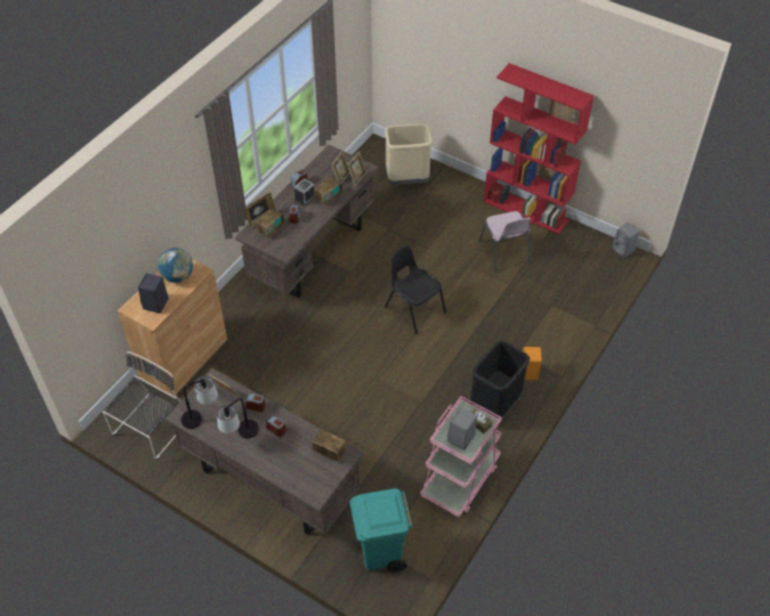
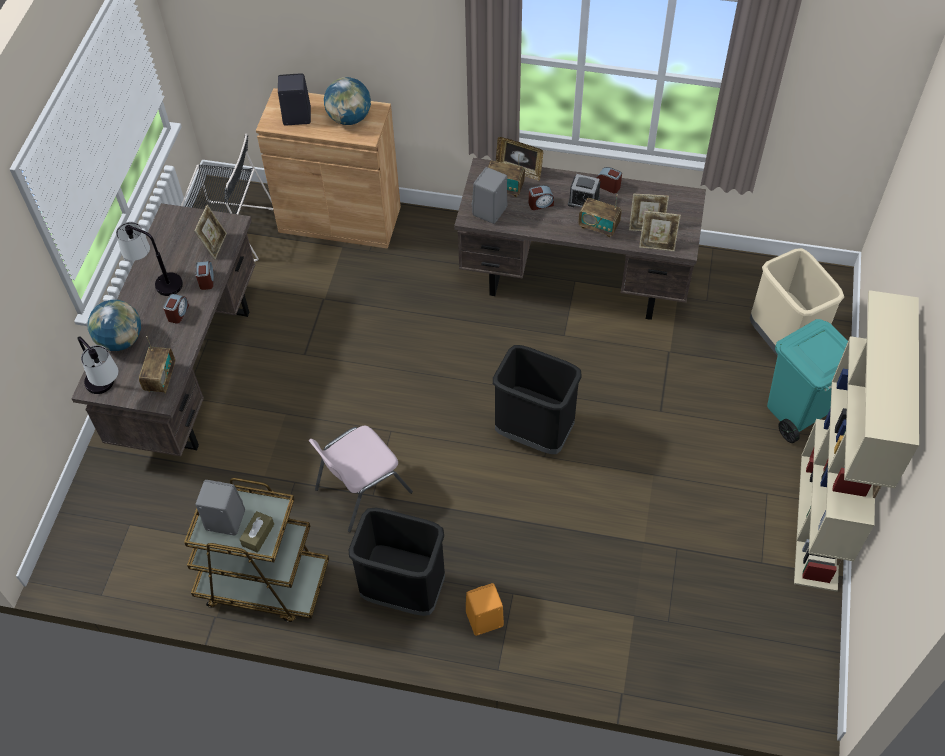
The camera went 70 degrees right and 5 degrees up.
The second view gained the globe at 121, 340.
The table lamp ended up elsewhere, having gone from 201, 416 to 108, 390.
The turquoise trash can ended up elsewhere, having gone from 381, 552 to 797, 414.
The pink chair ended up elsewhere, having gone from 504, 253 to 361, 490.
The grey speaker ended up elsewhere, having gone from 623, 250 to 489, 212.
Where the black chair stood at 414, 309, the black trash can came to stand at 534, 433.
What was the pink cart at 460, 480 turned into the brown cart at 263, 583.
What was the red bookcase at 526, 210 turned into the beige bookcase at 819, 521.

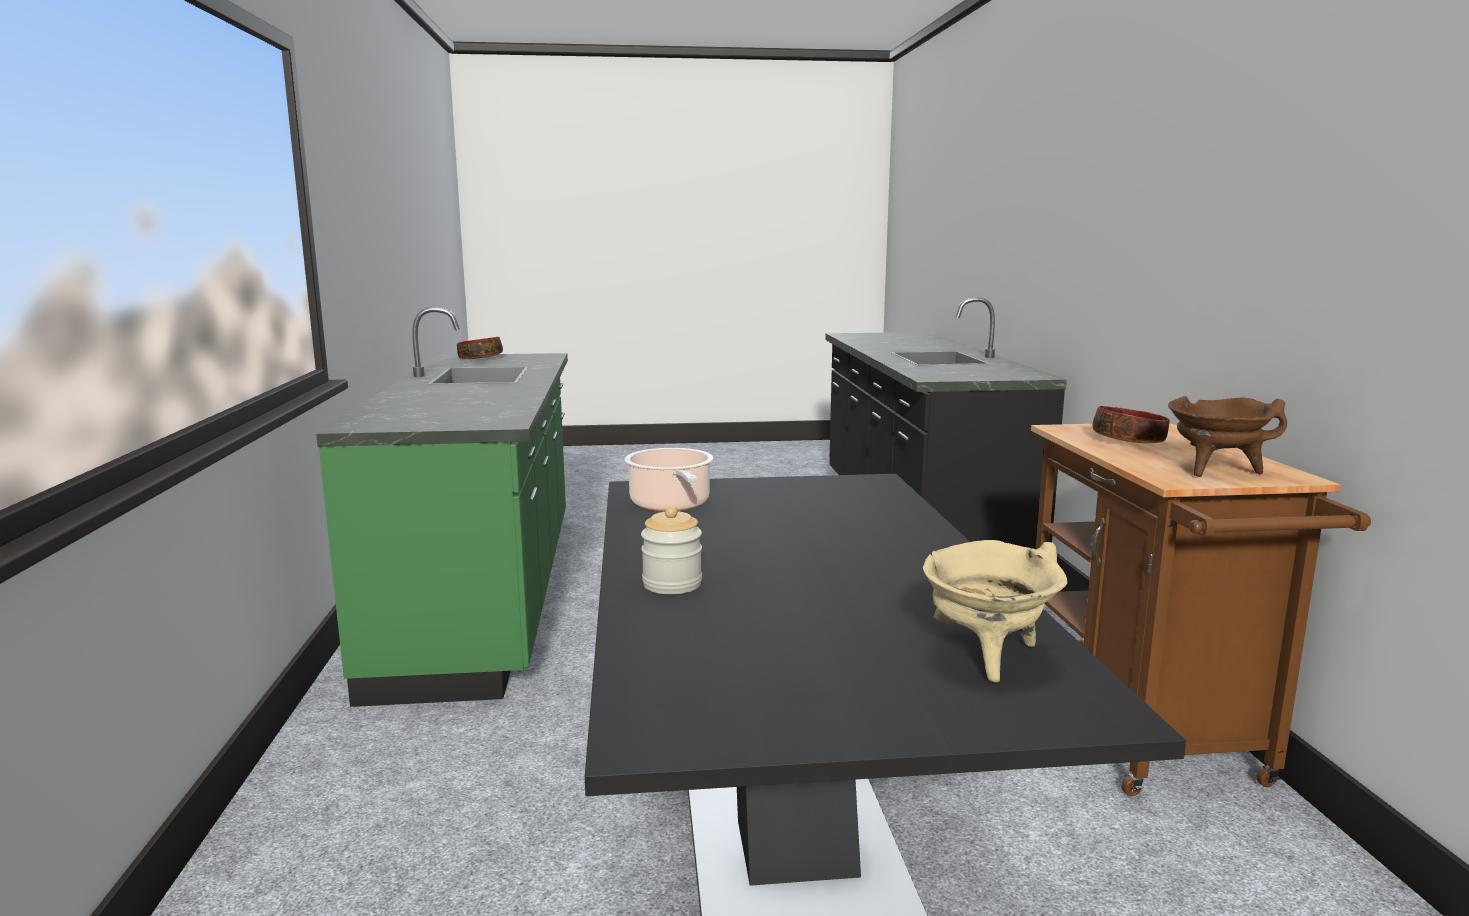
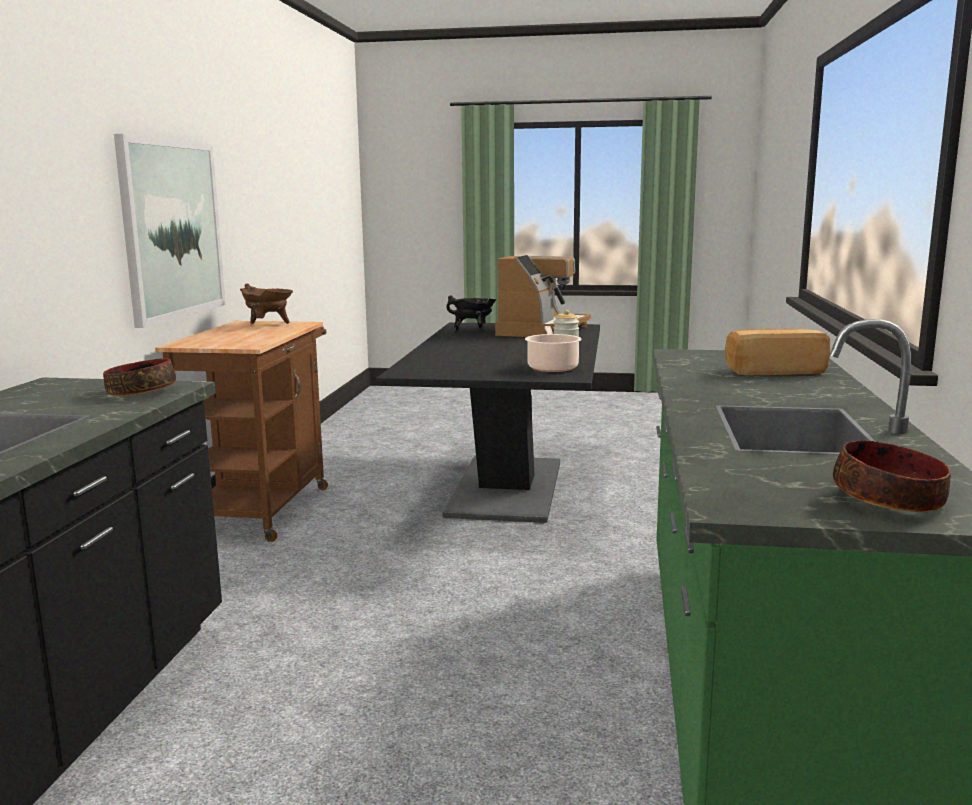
The camera went 165 degrees left and 0 degrees up.
The second view gained the picture at 172, 229.
The second view gained the coffee machine at 541, 330.
The second view gained the bread at 774, 371.
The bowl ended up elsewhere, having gone from 1129, 440 to 141, 392.
What was the beige cooking pot at 987, 657 turned into the black cooking pot at 473, 330.

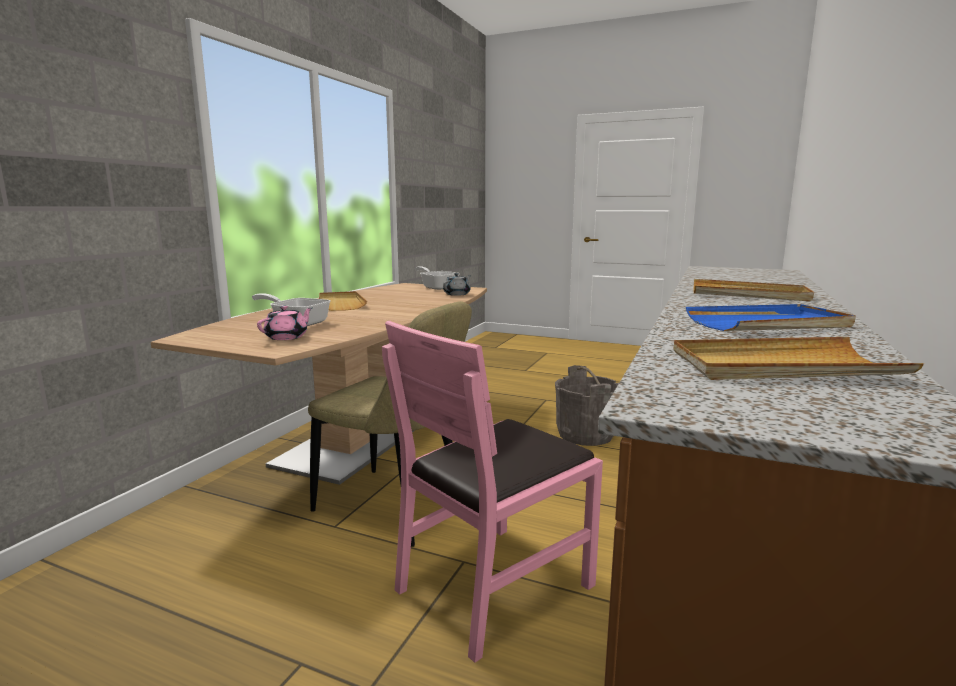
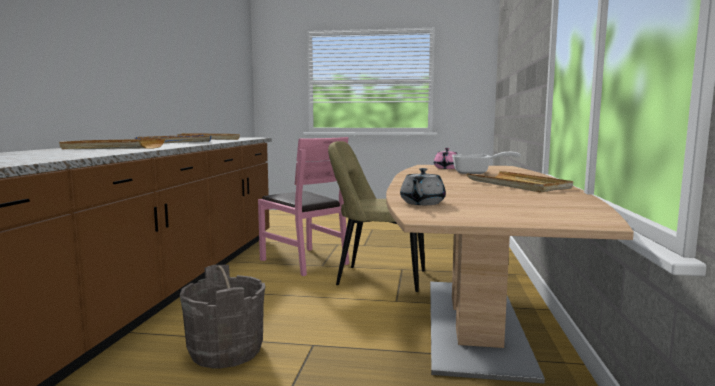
The camera went 165 degrees right and 5 degrees down.
The second view lost the frying pan at 437, 287.
The pink chair at 493, 585 ended up facing another way, 105 degrees clockwise from before.

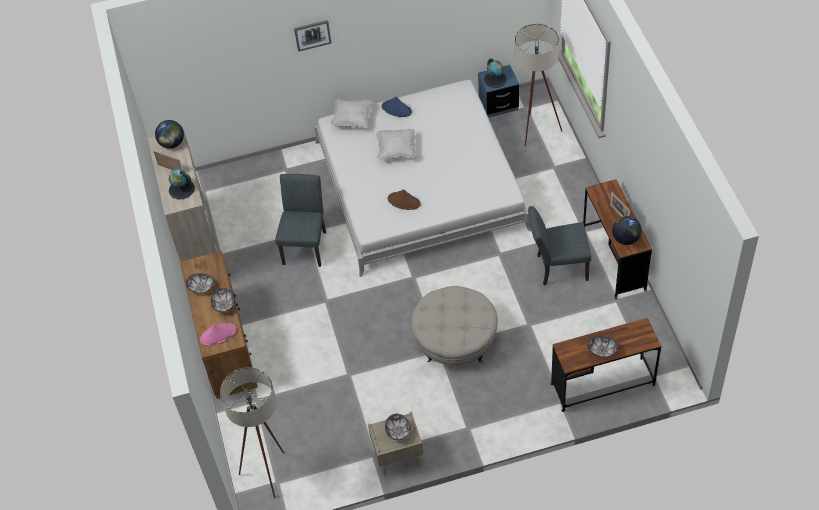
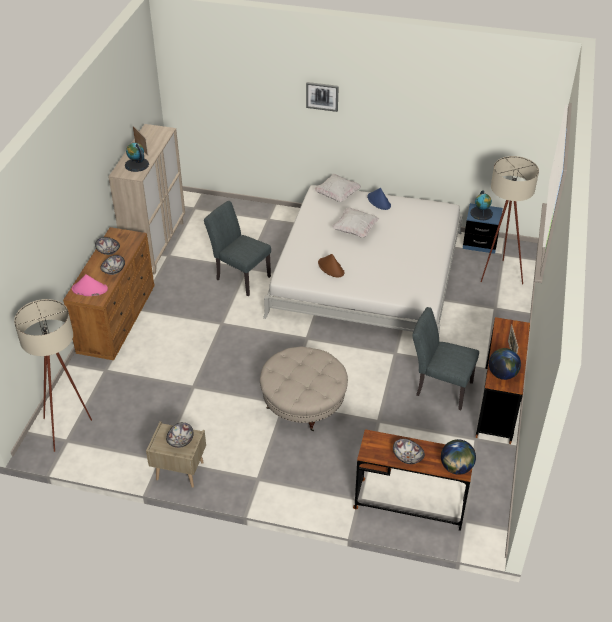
The camera went 25 degrees right and 10 degrees down.
The globe ended up elsewhere, having gone from 172, 143 to 456, 467.
The grey chair at 306, 244 ended up facing another way, 90 degrees counterclockwise from before.

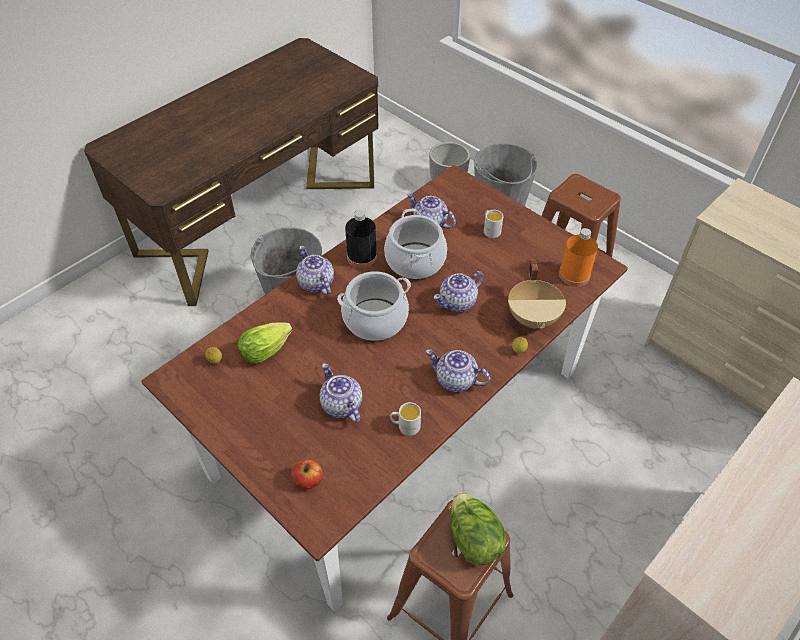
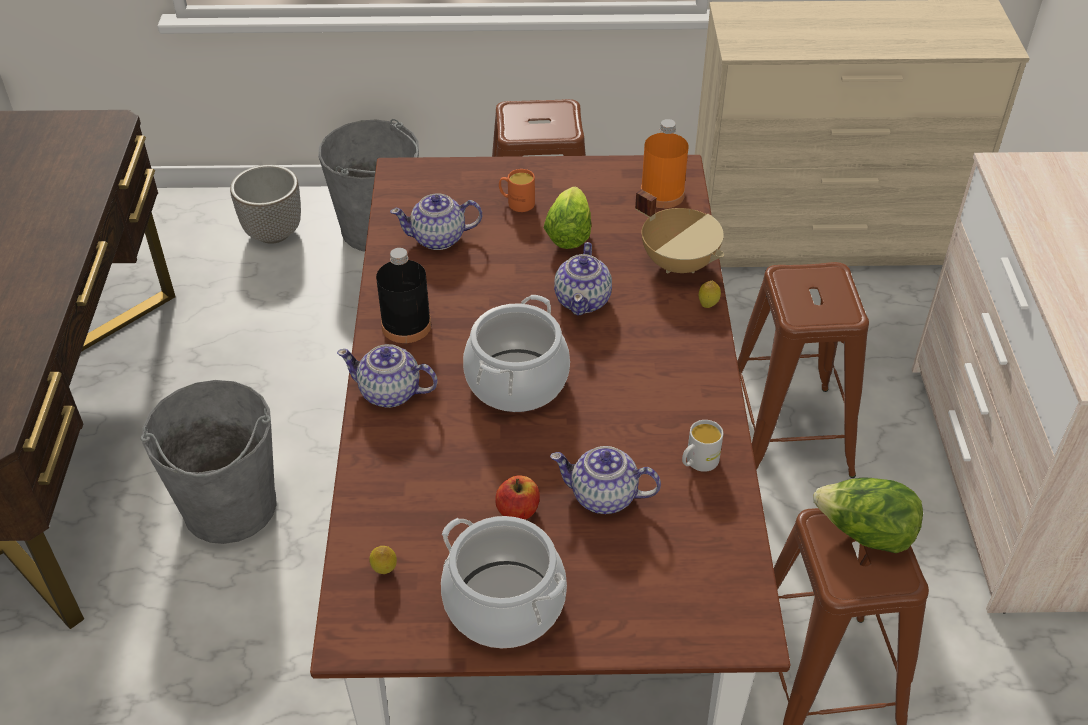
The camera went 45 degrees left and 5 degrees down.
The second view lost the teapot at 456, 380.
The second view gained the brown stool at 787, 433.
The lettuce ended up elsewhere, having gone from 268, 349 to 569, 232.
The apple ended up elsewhere, having gone from 308, 480 to 518, 510.
The cooking pot ended up elsewhere, having gone from 415, 261 to 504, 604.
What was the white mug at 490, 230 turned into the orange mug at 516, 203.

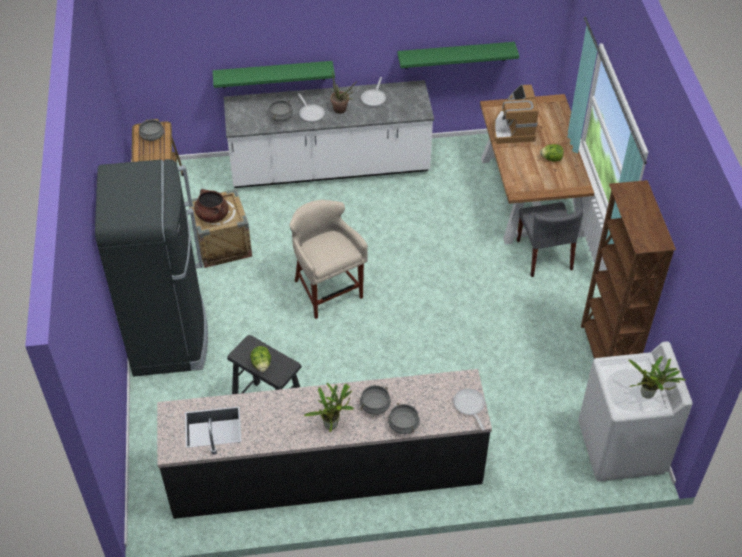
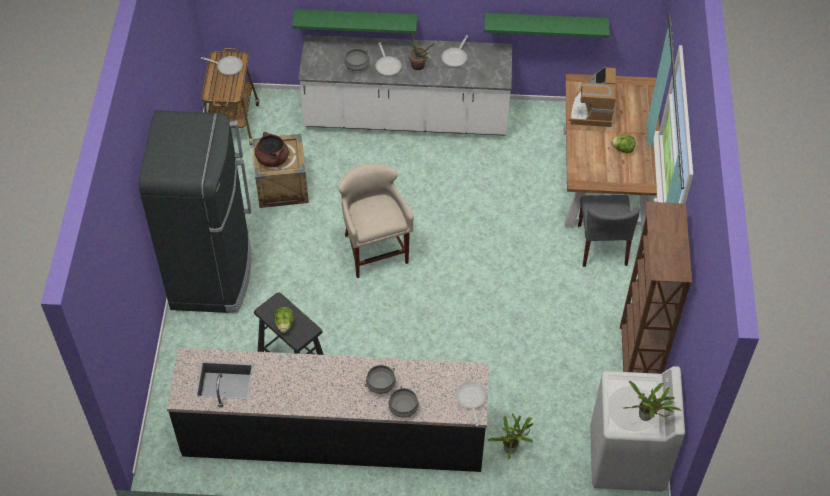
The camera went 10 degrees right and 5 degrees up.
The potted plant ended up elsewhere, having gone from 332, 424 to 511, 448.
Where the grey cooking pot stood at 152, 136, the frying pan came to stand at 227, 66.

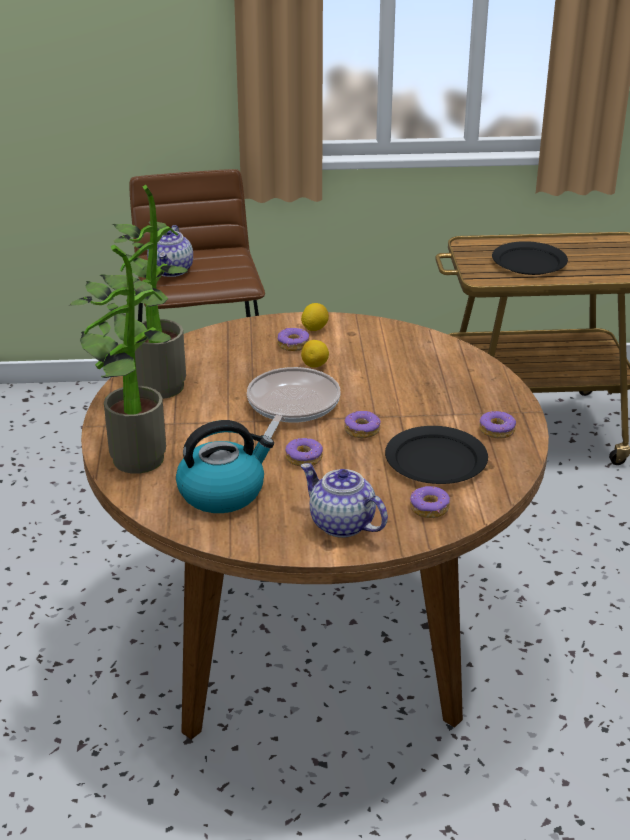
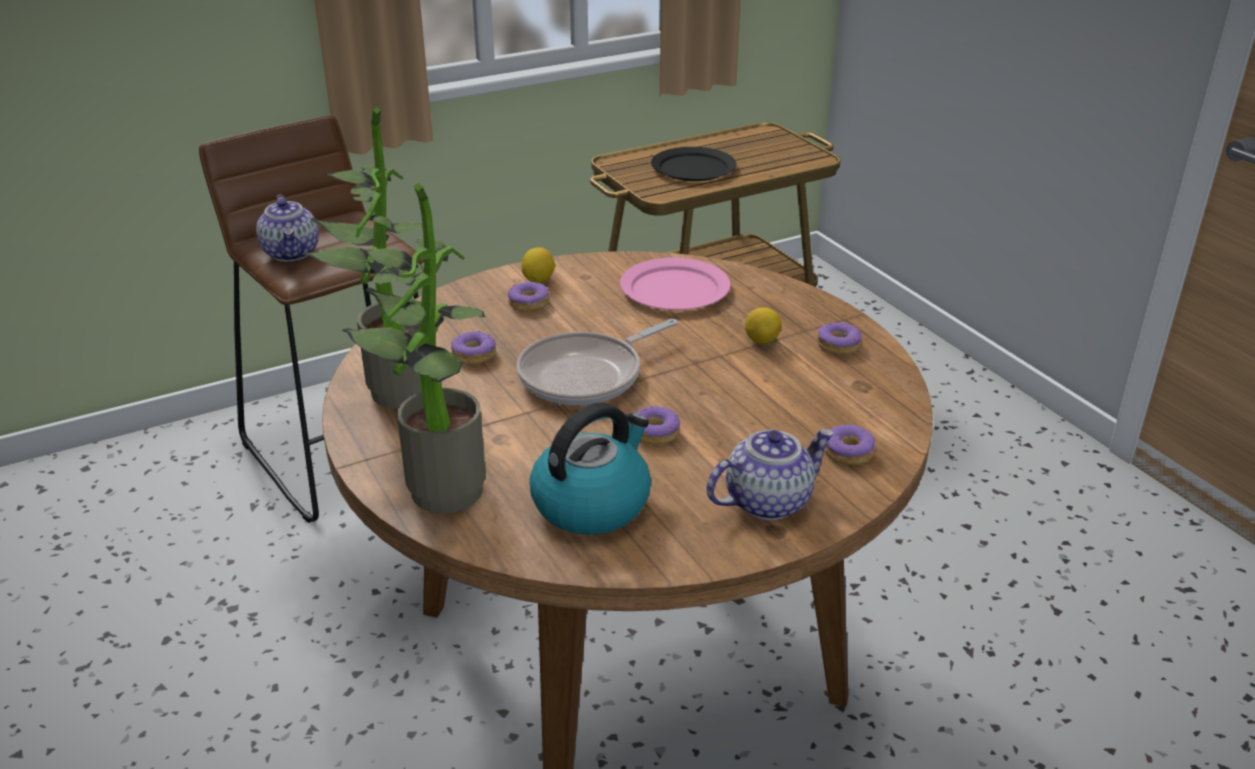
The camera went 25 degrees left and 0 degrees up.
The second view lost the black plate at 435, 459.
The second view gained the pink plate at 674, 289.
The lemon ended up elsewhere, having gone from 315, 365 to 761, 341.
The donut ended up elsewhere, having gone from 362, 430 to 474, 355.
The frying pan at 291, 406 ended up facing another way, 120 degrees counterclockwise from before.
The teapot at 341, 524 ended up facing another way, 135 degrees clockwise from before.

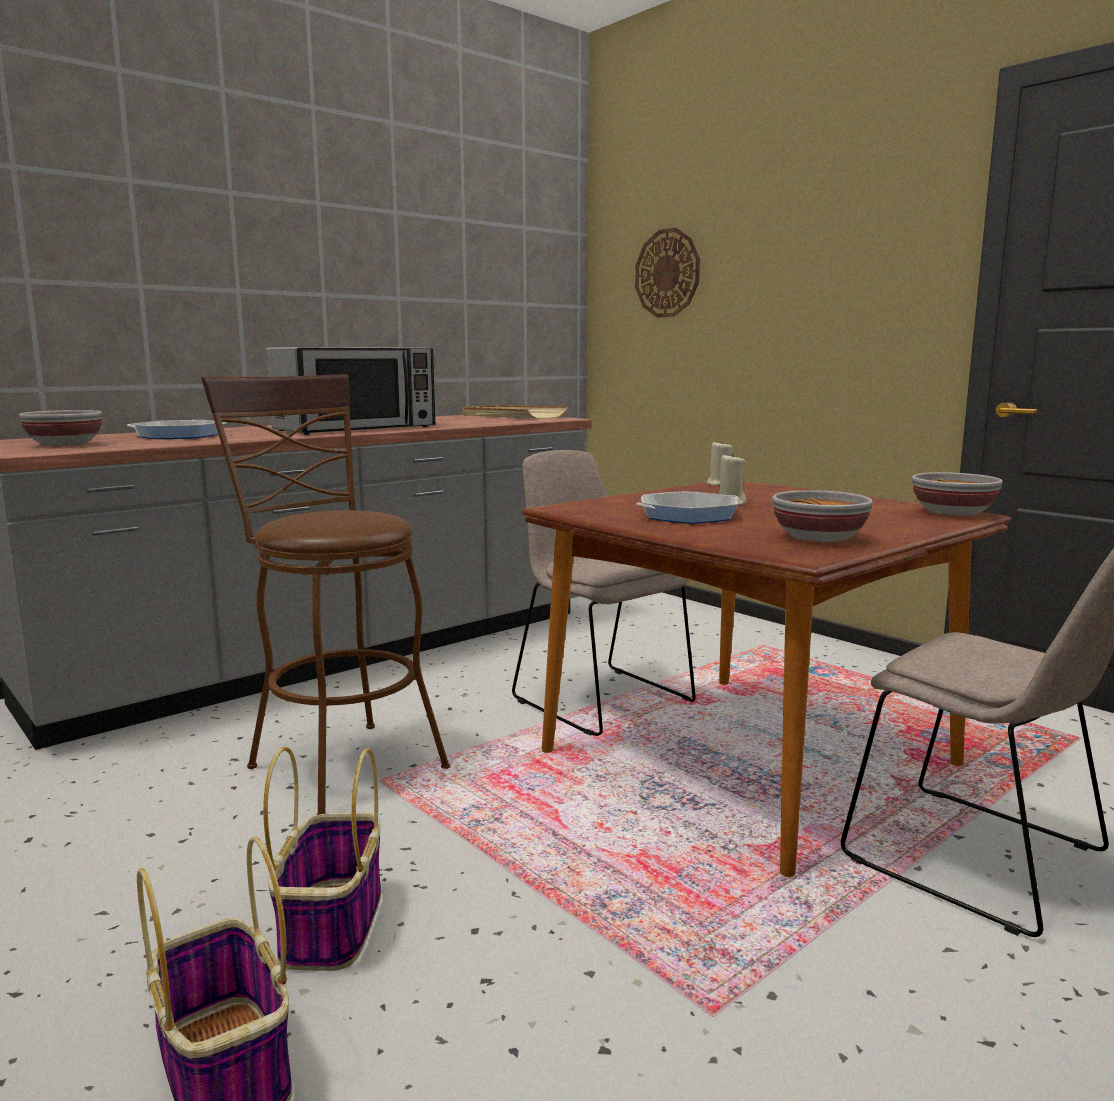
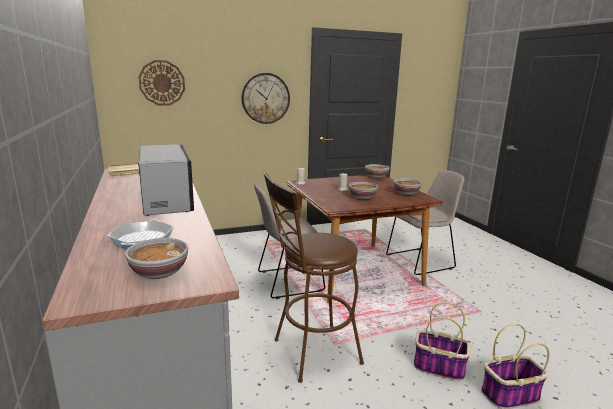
The camera went 70 degrees left and 5 degrees up.
The second view gained the wall clock at 265, 98.
Where the frying pan stood at 688, 515, the bowl came to stand at 362, 197.

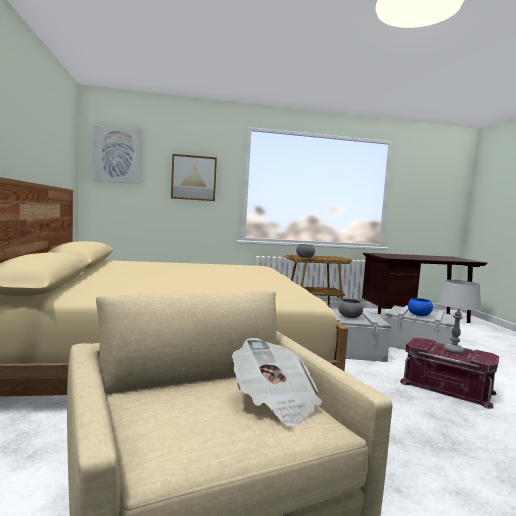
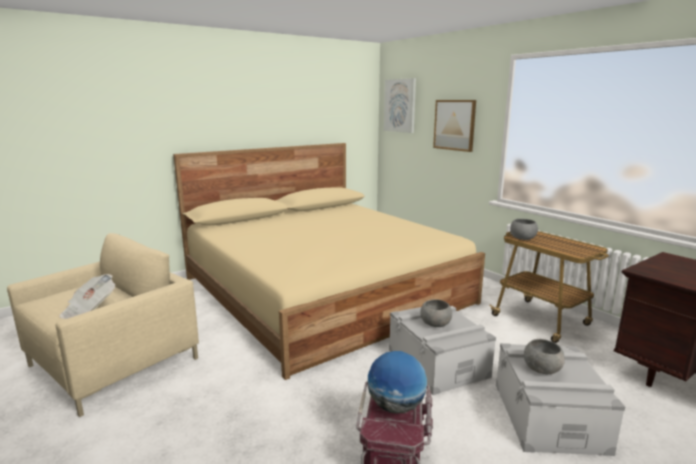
The camera went 65 degrees right and 10 degrees up.
Where the grey table lamp stood at 454, 351, the globe came to stand at 396, 406.
What was the blue bowl at 419, 315 turned into the grey bowl at 542, 369.

